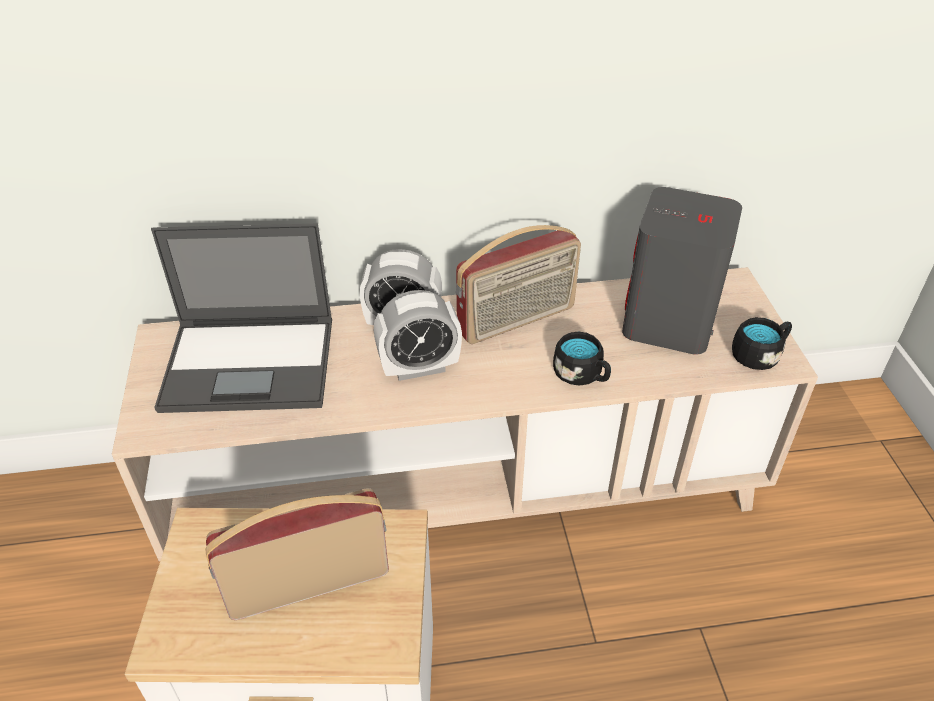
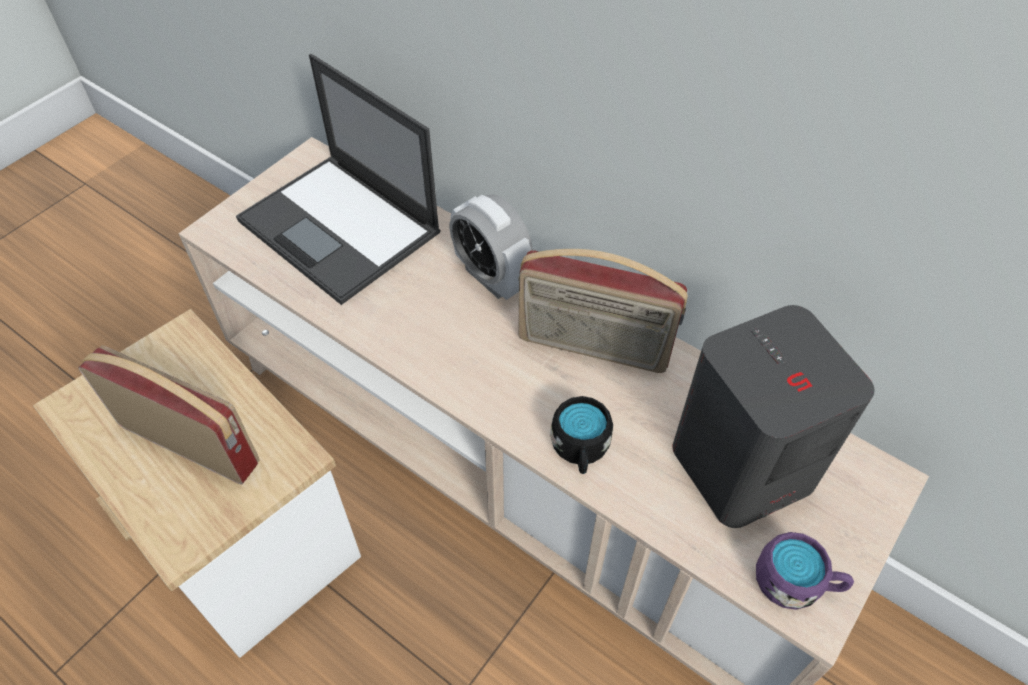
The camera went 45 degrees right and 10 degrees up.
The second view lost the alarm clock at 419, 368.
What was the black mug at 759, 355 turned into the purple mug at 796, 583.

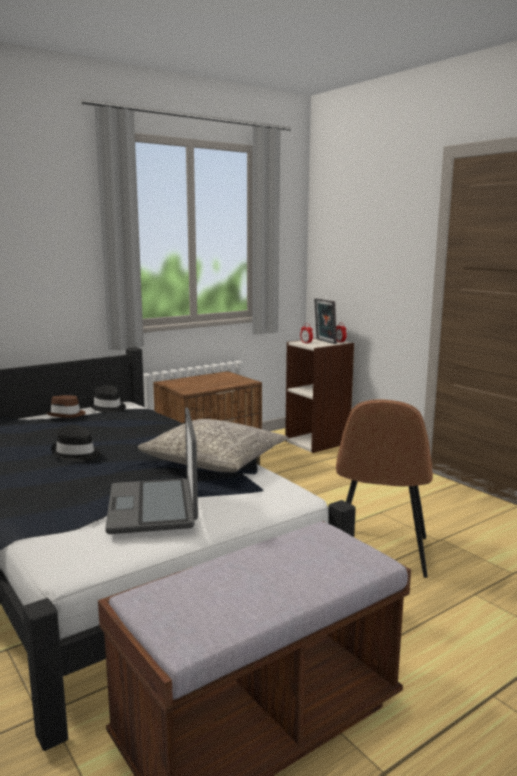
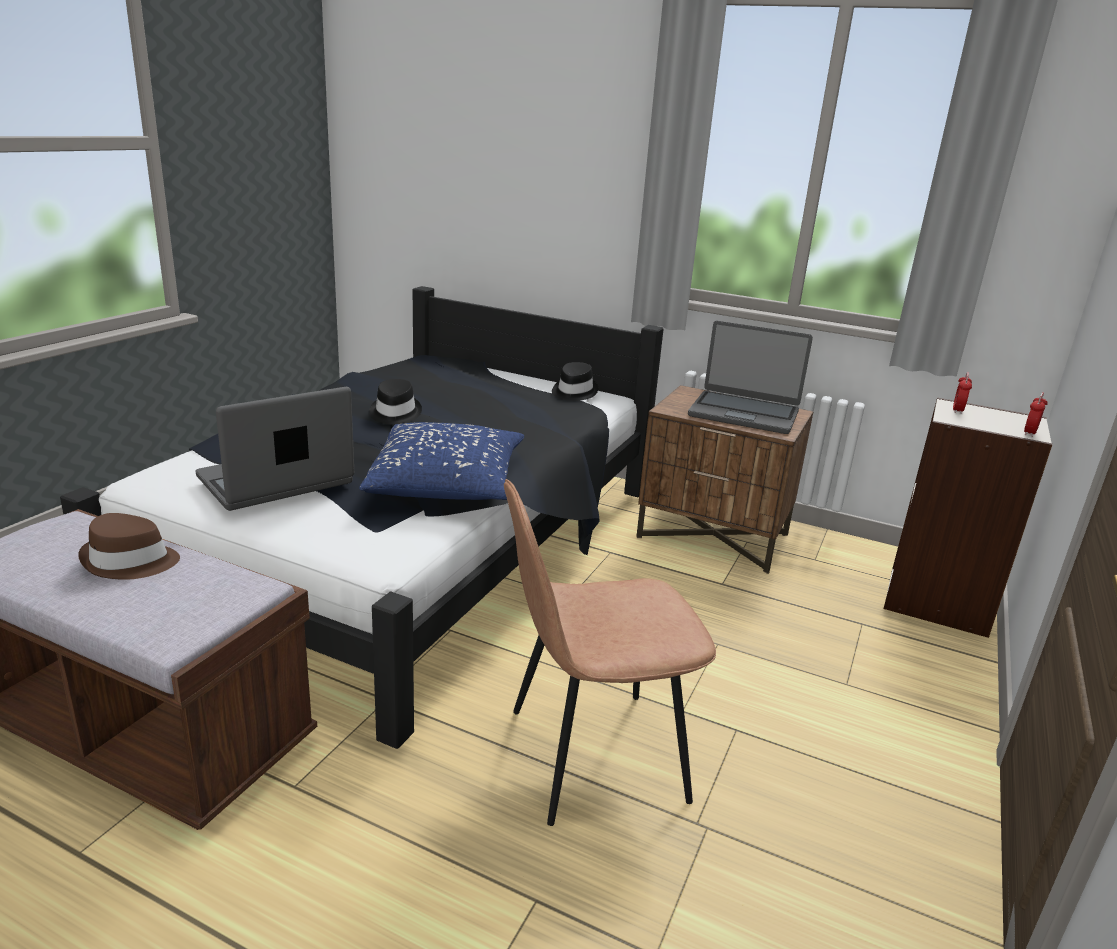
The camera went 60 degrees right and 10 degrees up.
The second view lost the picture frame at 324, 341.
The second view gained the laptop at 744, 413.
The brown hat ended up elsewhere, having gone from 67, 415 to 130, 562.
What was the grey pillow at 215, 460 turned into the blue pillow at 447, 484.

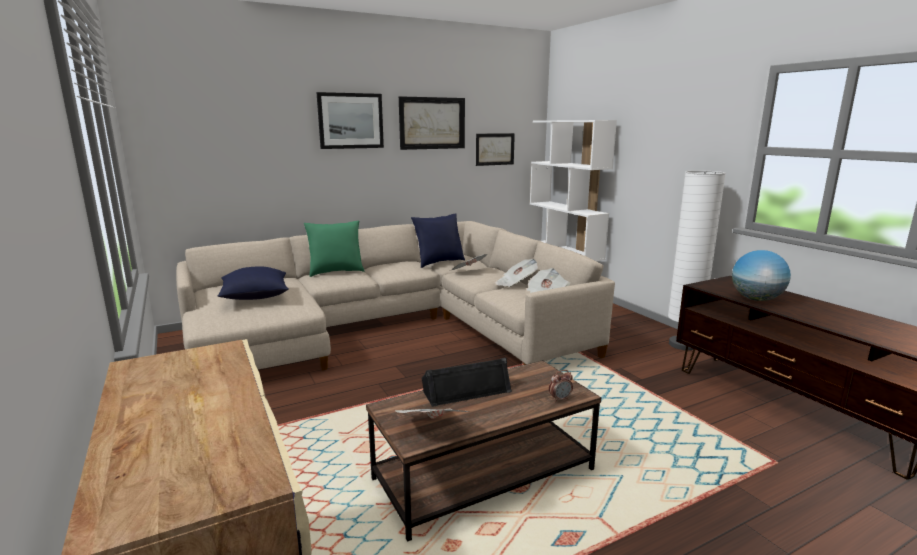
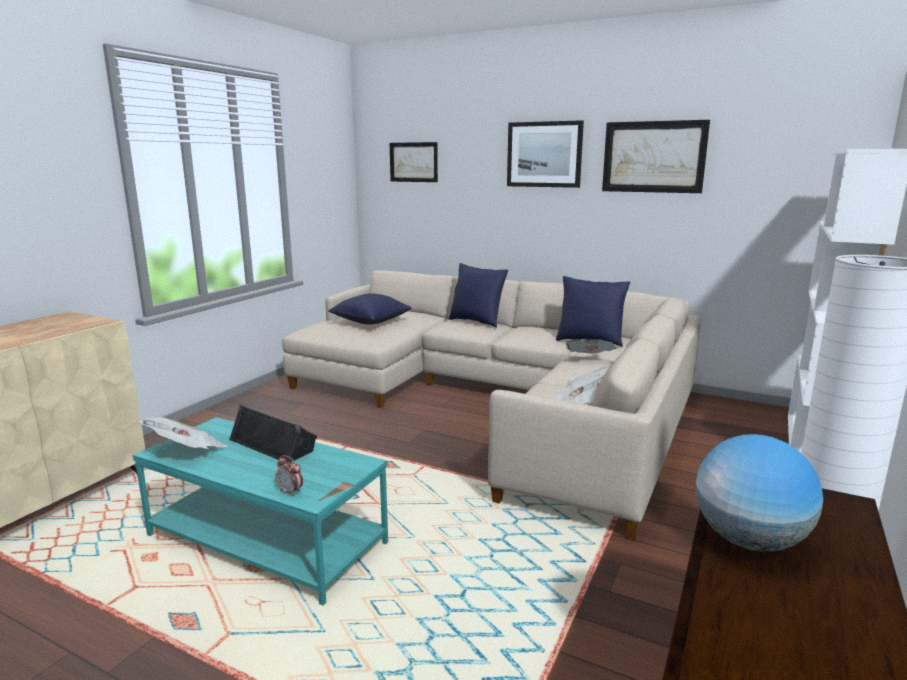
The camera went 55 degrees right and 0 degrees up.
The picture ended up elsewhere, having gone from 495, 149 to 413, 162.
What was the green pillow at 336, 272 turned into the blue pillow at 477, 322.
What was the brown coffee table at 484, 474 turned into the turquoise coffee table at 268, 539.

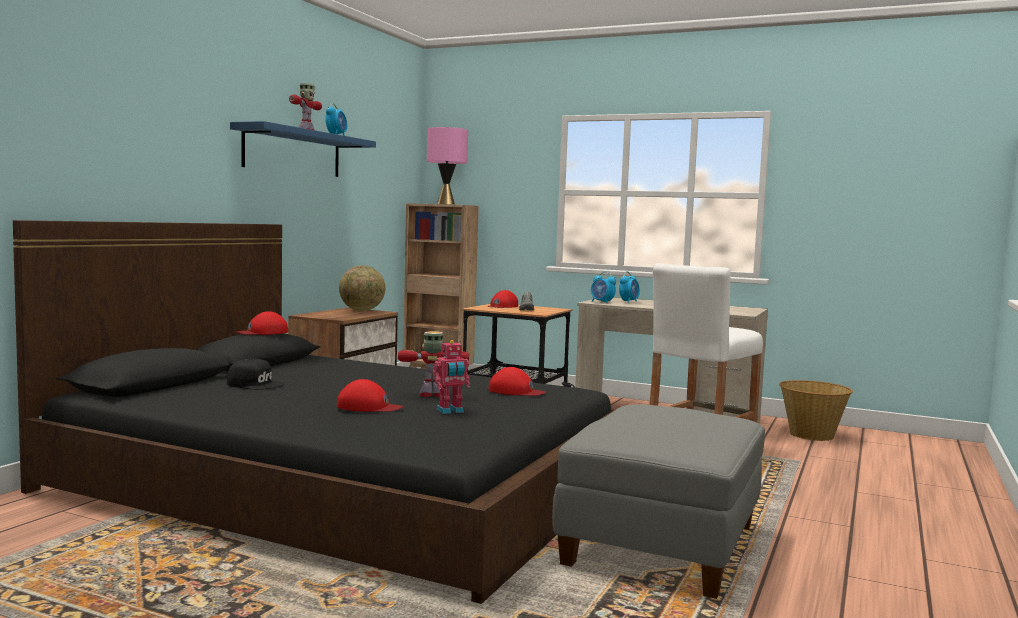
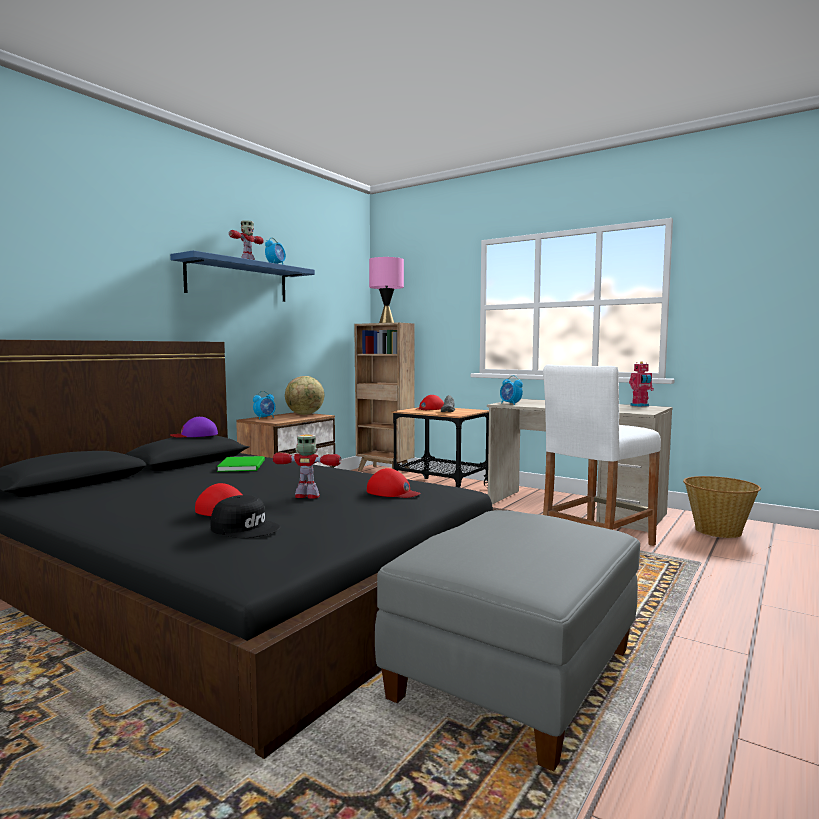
The camera went 10 degrees right and 0 degrees up.
The second view gained the green book at 243, 465.
The black cap ended up elsewhere, having gone from 255, 384 to 245, 528.
The toy robot ended up elsewhere, having gone from 450, 411 to 640, 406.
The alarm clock ended up elsewhere, having gone from 629, 302 to 265, 418.
What was the red cap at 263, 332 turned into the purple cap at 195, 435.

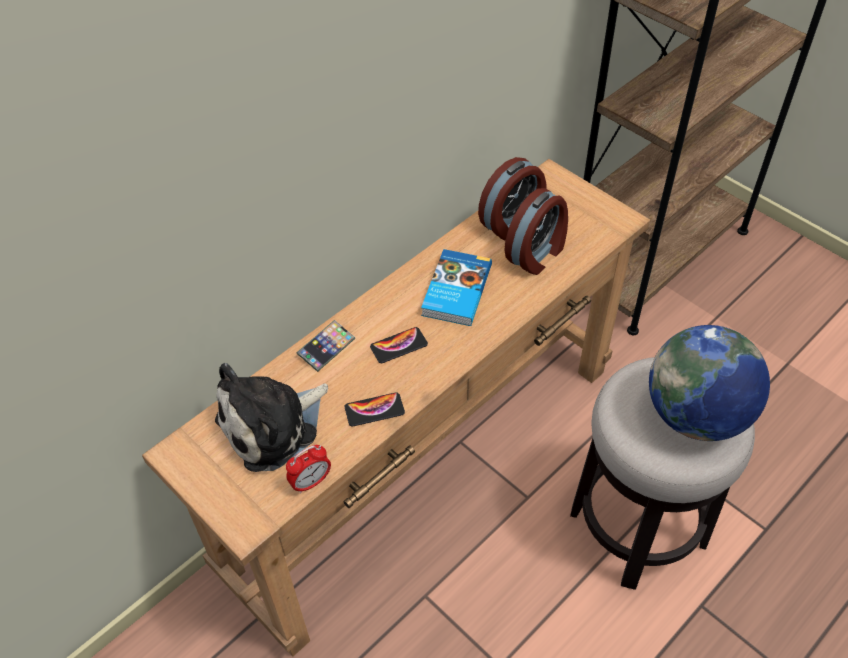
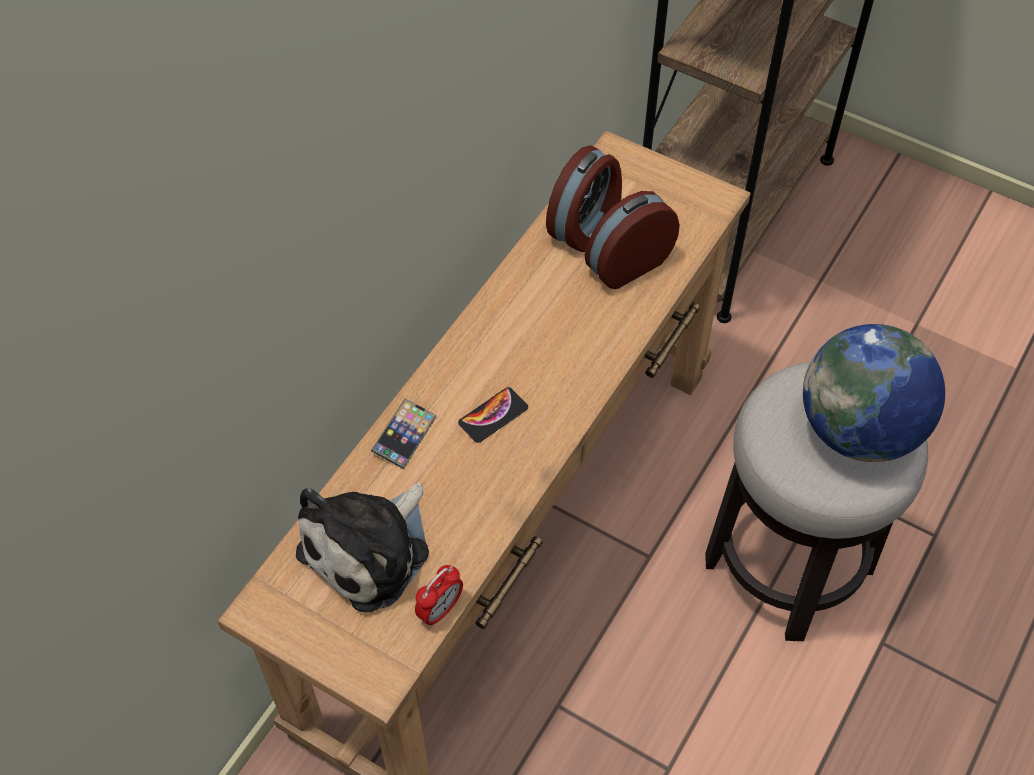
The camera went 15 degrees left and 5 degrees up.
The second view lost the phone at 374, 410.
The second view lost the book at 455, 291.
The alarm clock at 537, 254 ended up facing another way, 150 degrees counterclockwise from before.

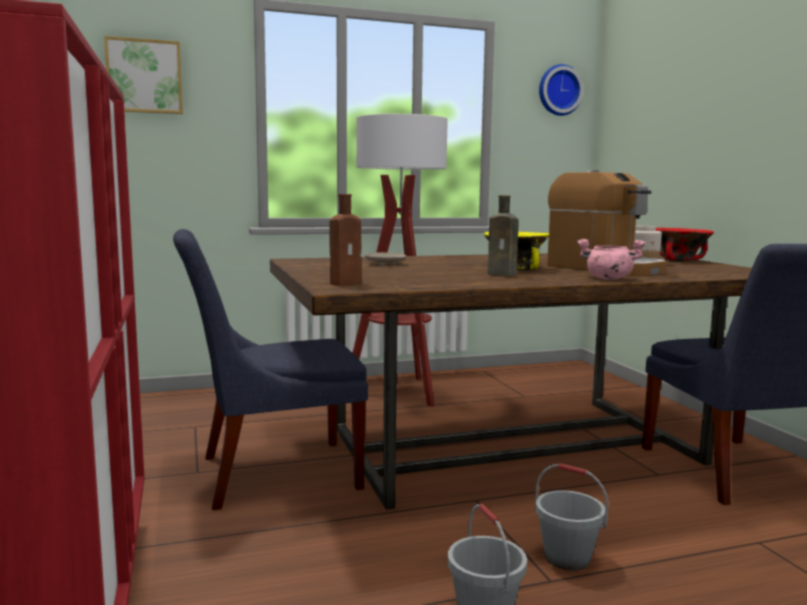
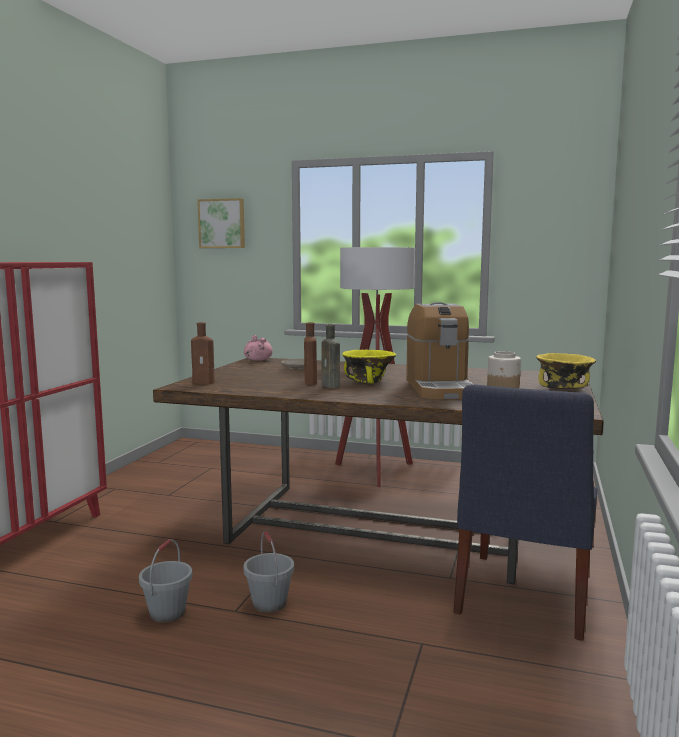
The camera went 35 degrees right and 0 degrees up.
The second view lost the blue chair at 271, 473.
The second view lost the wall clock at 558, 90.
The second view gained the brown bottle at 310, 382.
The pink cooking pot ended up elsewhere, having gone from 607, 278 to 257, 360.
What was the red bowl at 680, 260 turned into the yellow bowl at 563, 387.

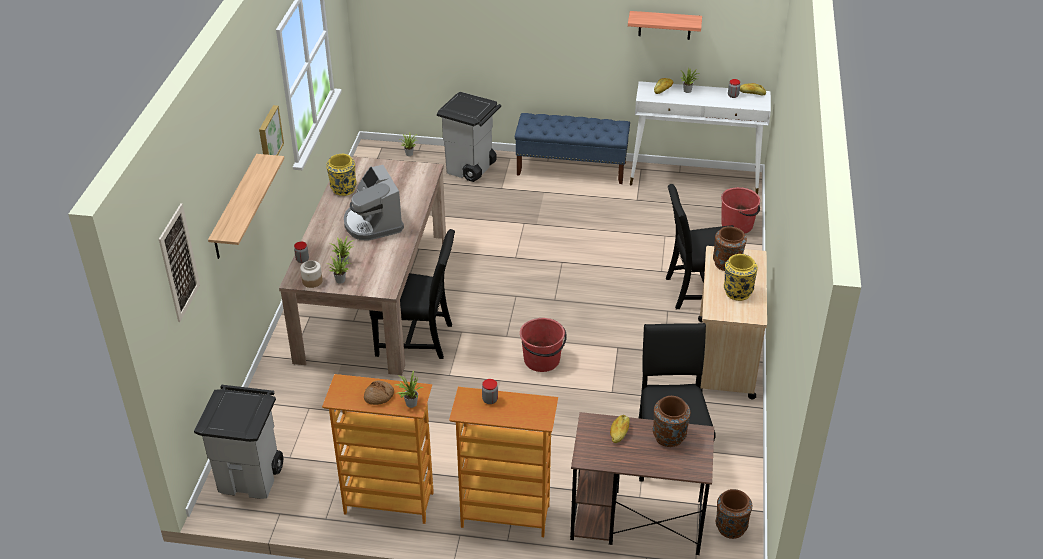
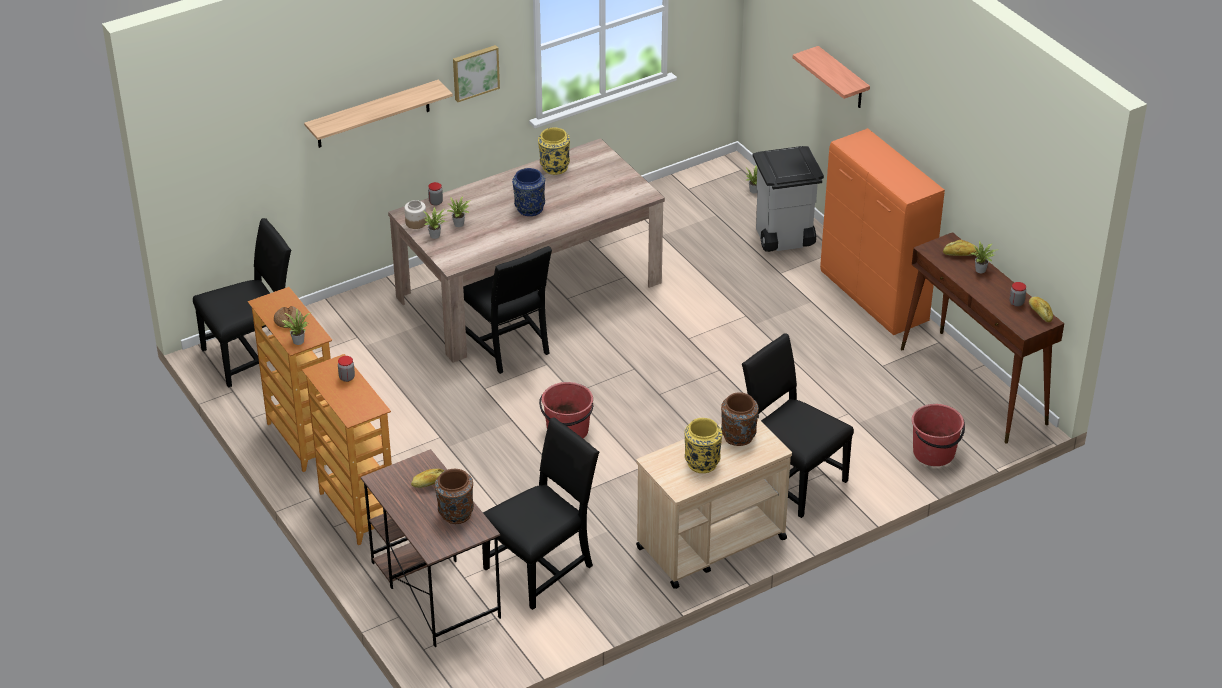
The camera went 50 degrees right and 0 degrees up.
The second view lost the picture at 179, 263.
The second view lost the brown vase at 730, 528.
The shelf ended up elsewhere, having gone from 664, 25 to 842, 79.
Where the grey trash can stood at 251, 477, the black chair came to stand at 252, 354.
Where the coffee machine stood at 373, 223, the blue vase came to stand at 529, 209.
Where the blue bench stood at 572, 168, the orange cabinet came to stand at 874, 298.
What was the white console table at 694, 179 turned into the brown console table at 973, 386.

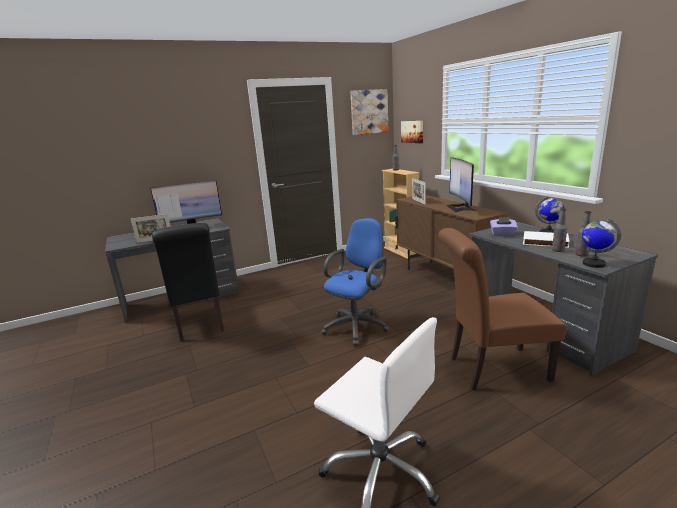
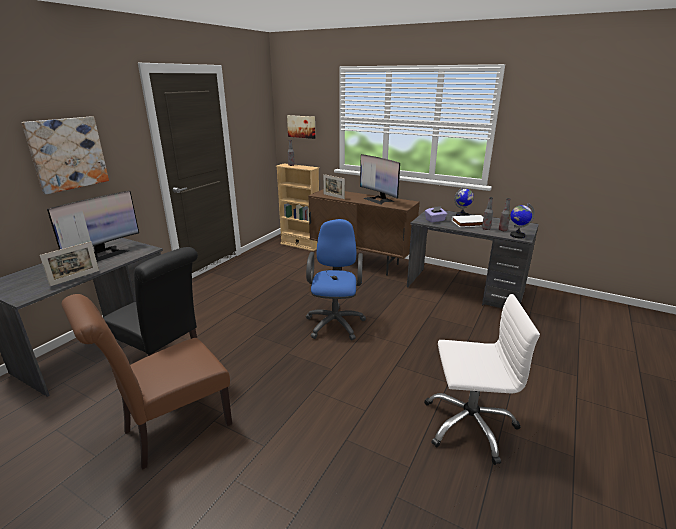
The camera went 35 degrees left and 5 degrees up.
The picture ended up elsewhere, having gone from 369, 112 to 67, 154.
The brown chair ended up elsewhere, having gone from 492, 369 to 171, 430.

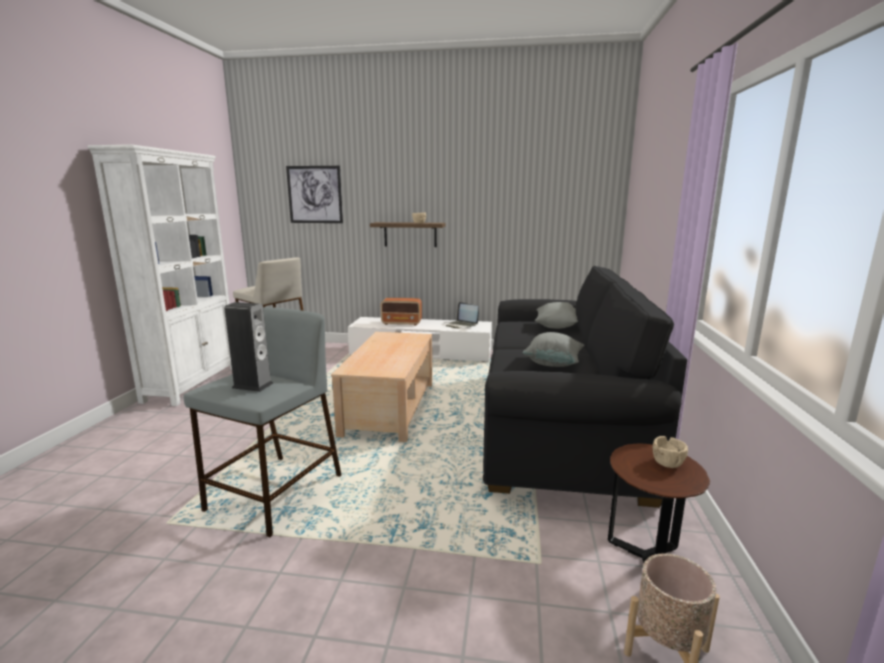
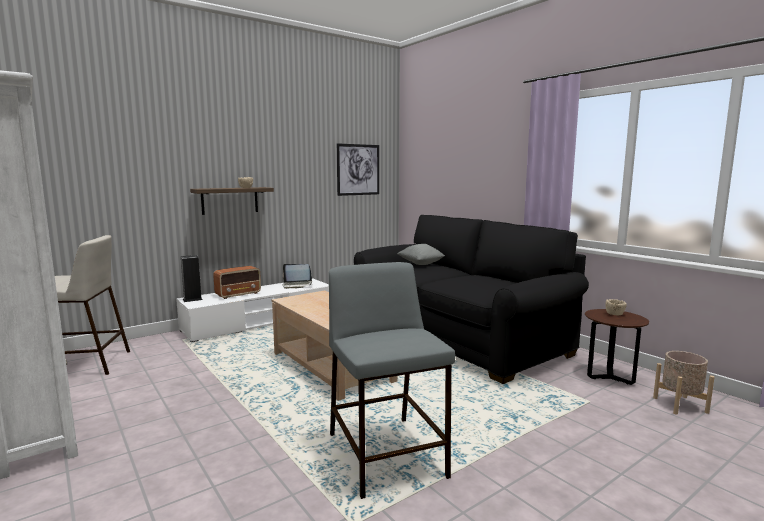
The camera went 45 degrees left and 5 degrees down.
The second view lost the grey pillow at 553, 364.
The speaker ended up elsewhere, having gone from 252, 385 to 192, 299.
The picture ended up elsewhere, having gone from 315, 194 to 358, 169.

